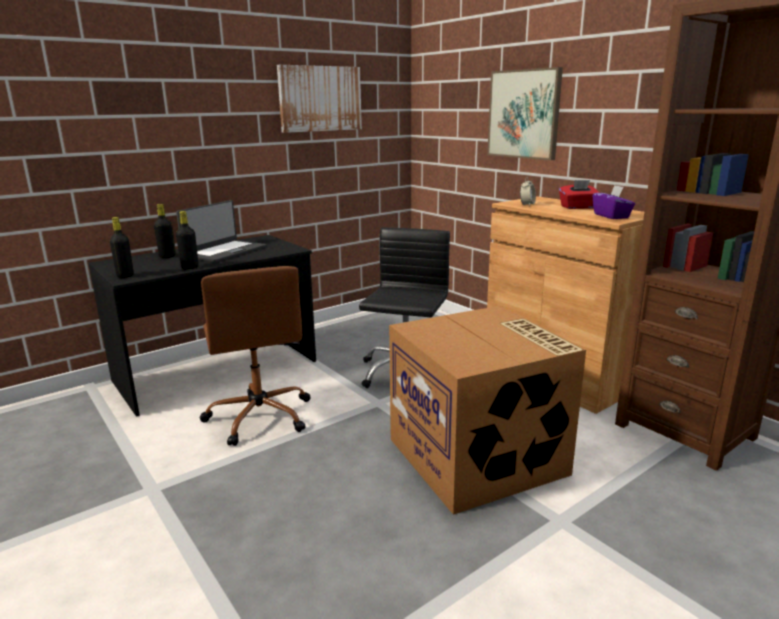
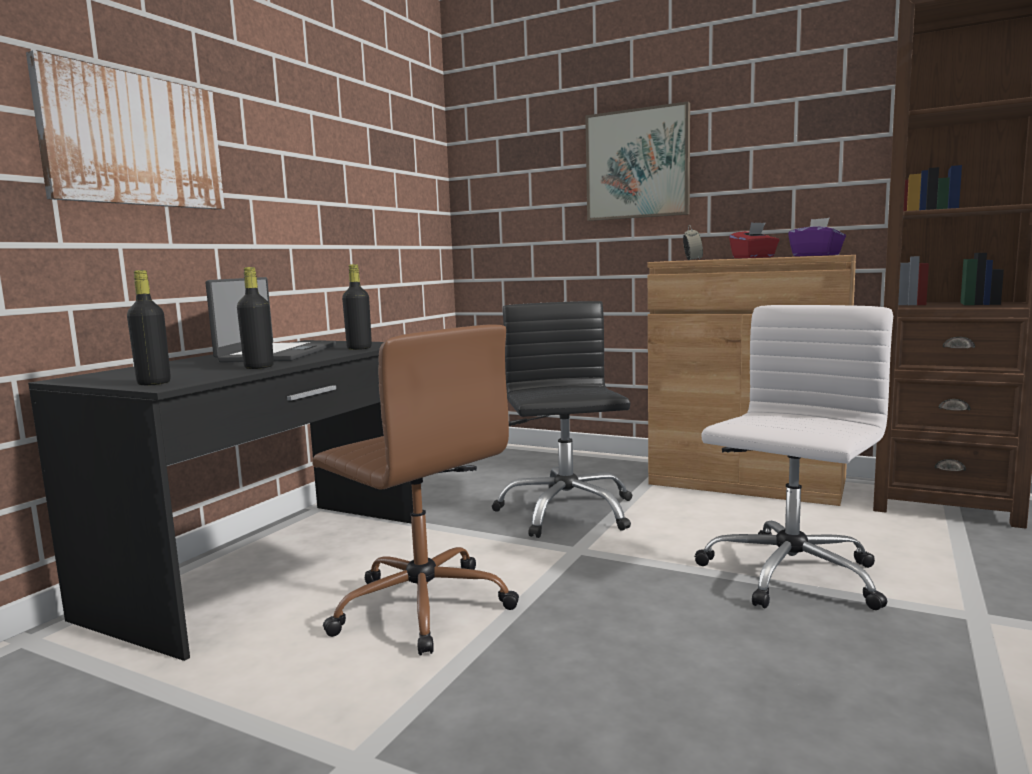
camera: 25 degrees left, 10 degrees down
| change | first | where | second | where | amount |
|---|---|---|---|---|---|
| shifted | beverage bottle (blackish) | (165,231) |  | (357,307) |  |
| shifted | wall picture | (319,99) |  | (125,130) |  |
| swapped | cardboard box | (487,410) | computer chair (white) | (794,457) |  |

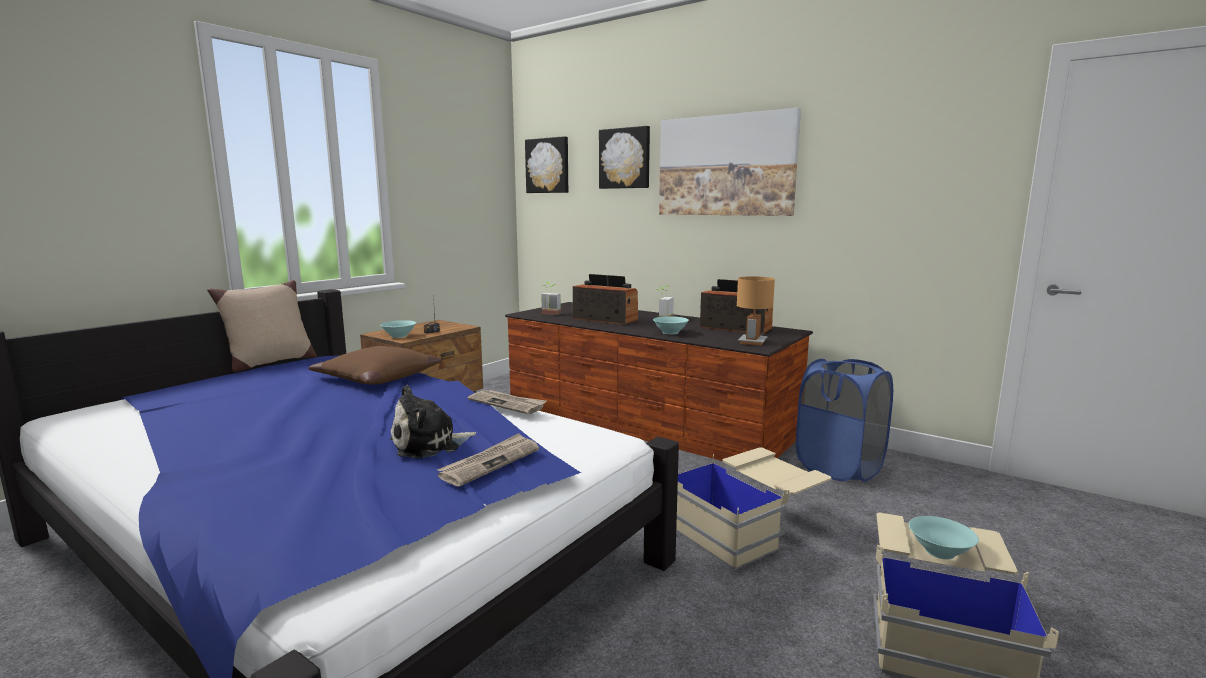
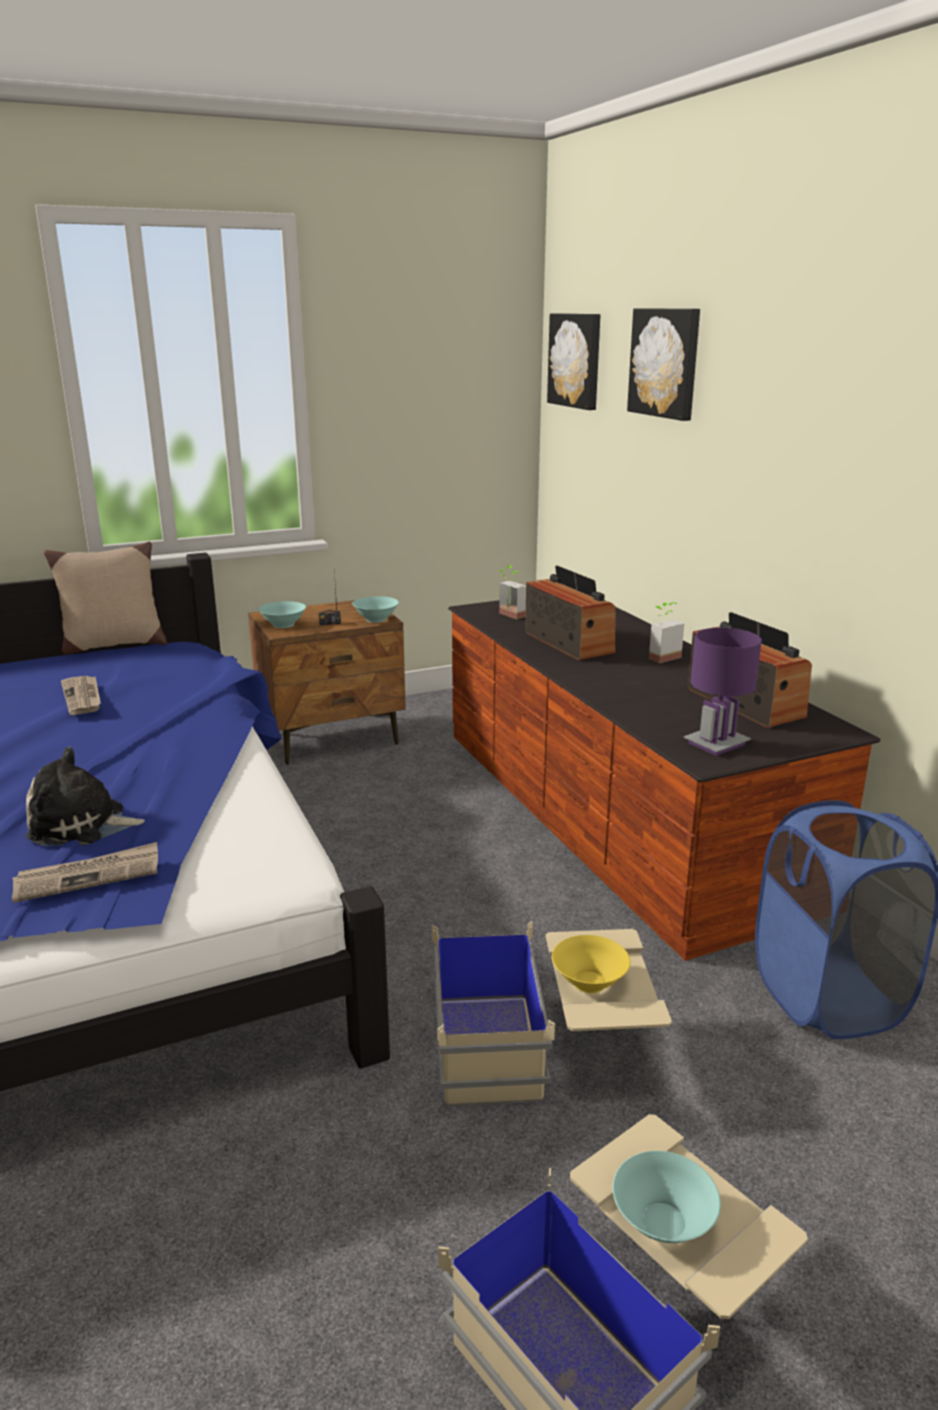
camera: 30 degrees right, 10 degrees up
| change | first | where | second | where | amount |
|---|---|---|---|---|---|
| gone | cushion (brown-coloured) | (375,365) |  |  |  |
| gone | wall picture | (730,162) |  |  |  |
| new |  |  | bowl (yellowish) | (591,964) |  |
| shifted | printed paper | (507,402) |  | (81,695) |  |
| shifted | bowl (turquoise-coloured) | (671,325) |  | (375,609) |  |
| repainted | table lamp (brown-coloured) | (756,311) | table lamp (purplish) | (723,692) |  |

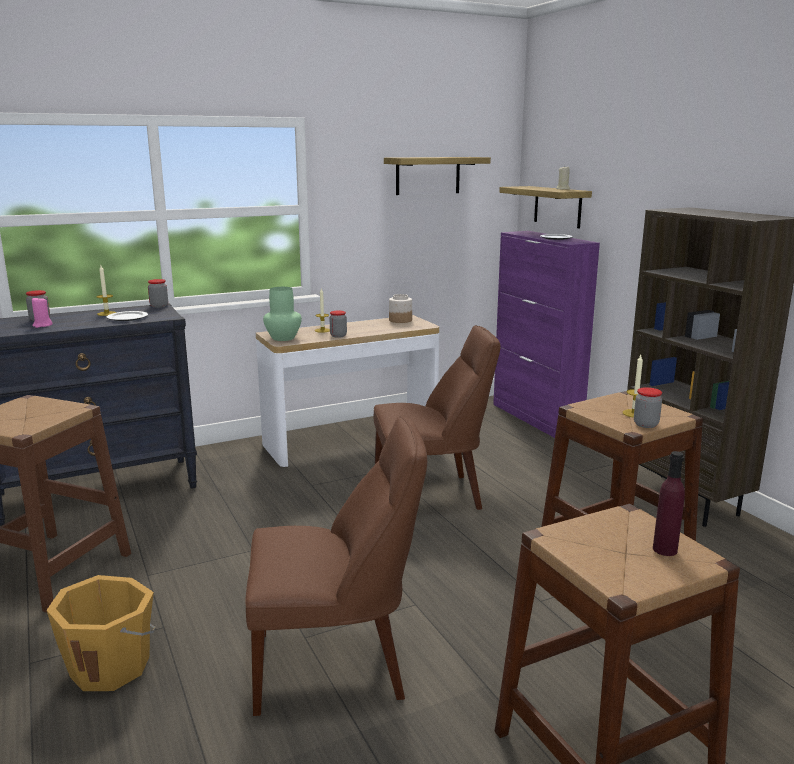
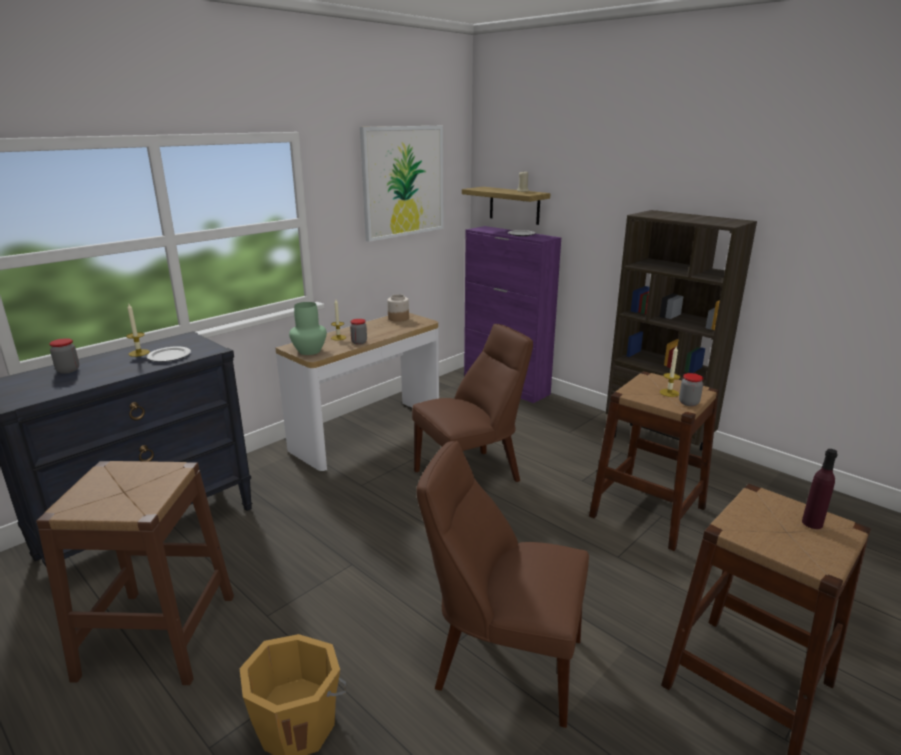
camera: 20 degrees left, 5 degrees up
| change | first | where | second | where | amount |
|---|---|---|---|---|---|
| gone | wax candle (pink) | (42,312) |  |  |  |
| gone | preserve jar | (158,293) |  |  |  |
| swapped | wall shelf | (437,176) | wall picture | (401,184) |  |
| rotated | plain chair (brown-coloured) | (336,566) |  | (502,584) | 135 degrees counterclockwise |

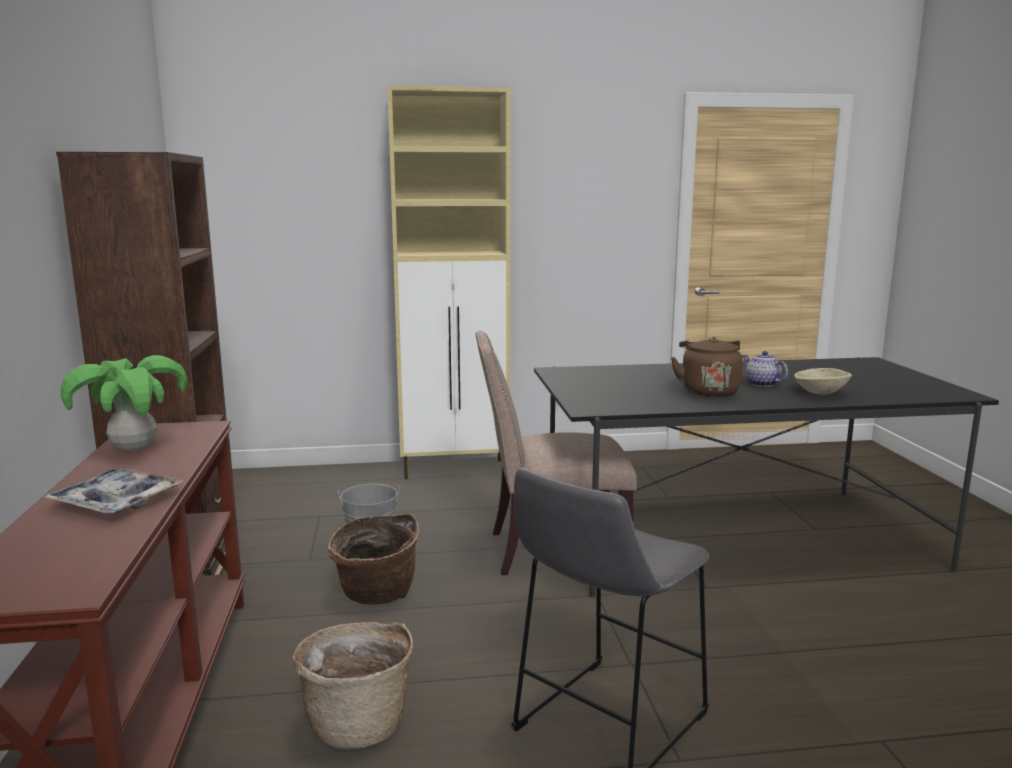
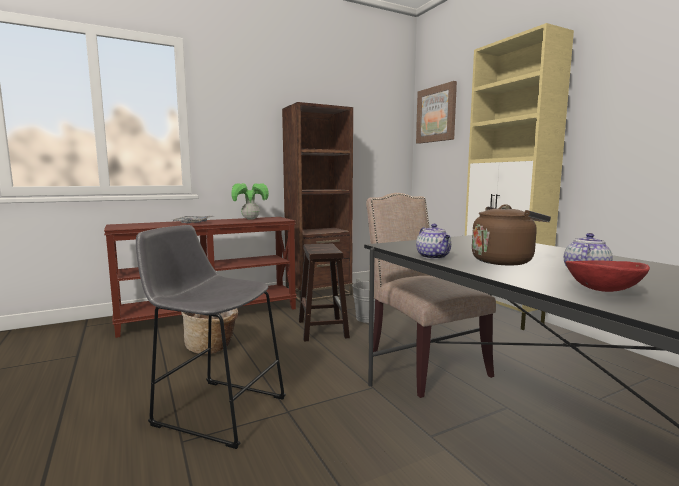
camera: 70 degrees right, 5 degrees down
| change | first | where | second | where | amount |
|---|---|---|---|---|---|
| new |  |  | wall picture | (436,112) |  |
| new |  |  | tea pot | (433,241) |  |
| swapped | basket | (373,558) | stool (brown-coloured) | (324,293) |  |
| repainted | bowl (beige-coloured) | (823,381) | bowl (red) | (607,276) |  |

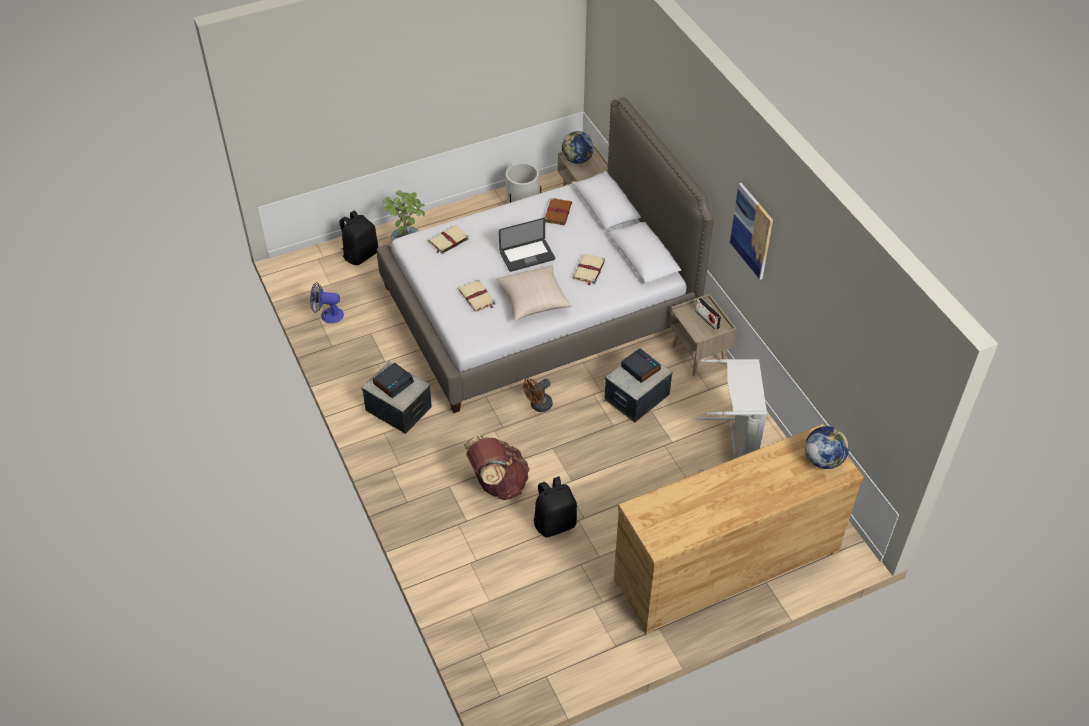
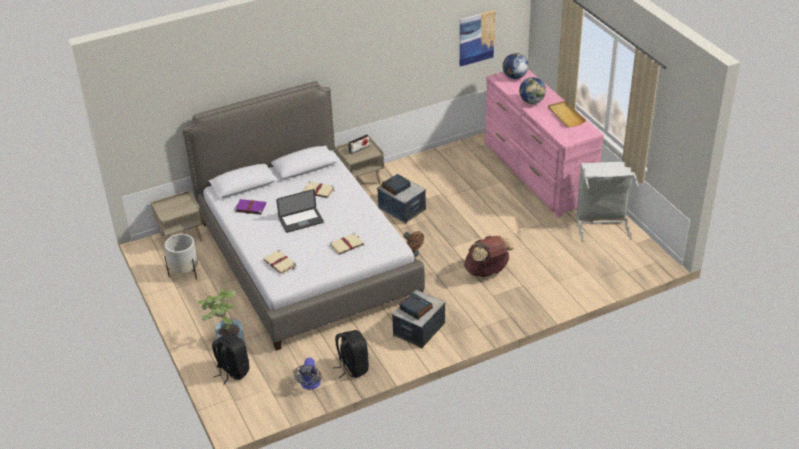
camera: 90 degrees left, 10 degrees down
| change | first | where | second | where | amount |
|---|---|---|---|---|---|
| gone | cushion (beige-coloured) | (534,293) |  |  |  |
| new |  |  | tray (beige-coloured) | (567,114) |  |
| shifted | rucksack (blackish) | (555,507) |  | (351,354) |  |
| shifted | globe | (578,147) |  | (532,90) |  |
| shifted | hamper (grey) | (730,415) |  | (607,201) |  |
| shifted | wall picture | (751,231) |  | (478,38) |  |
| repainted | bound book (brown-coloured) | (558,211) | bound book (purplish) | (250,207) |  |
| repainted | drawer chest (brown-coloured) | (739,529) | drawer chest (pink) | (544,143) |  |
| rotated | laptop | (527,245) |  | (300,211) | 90 degrees clockwise |

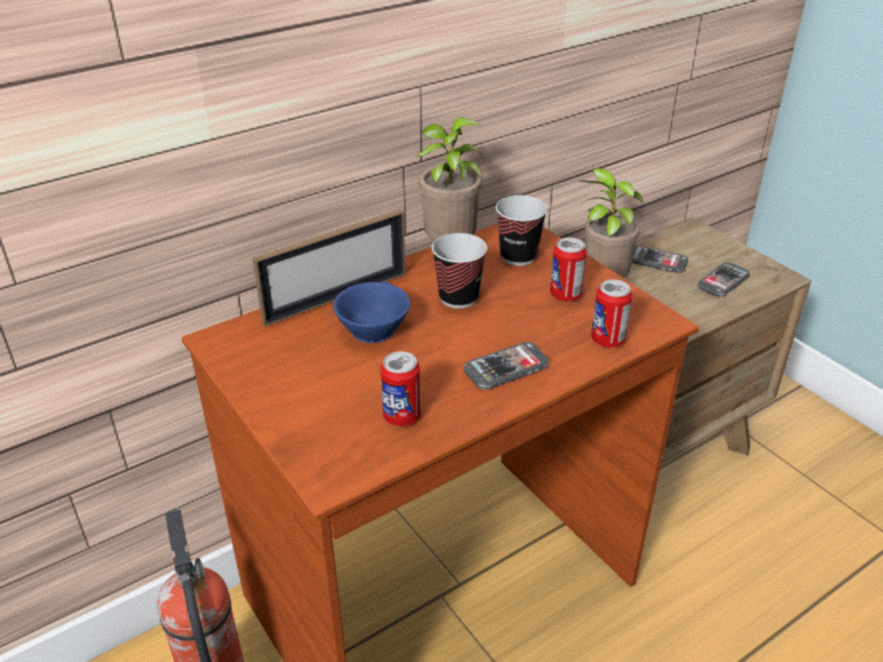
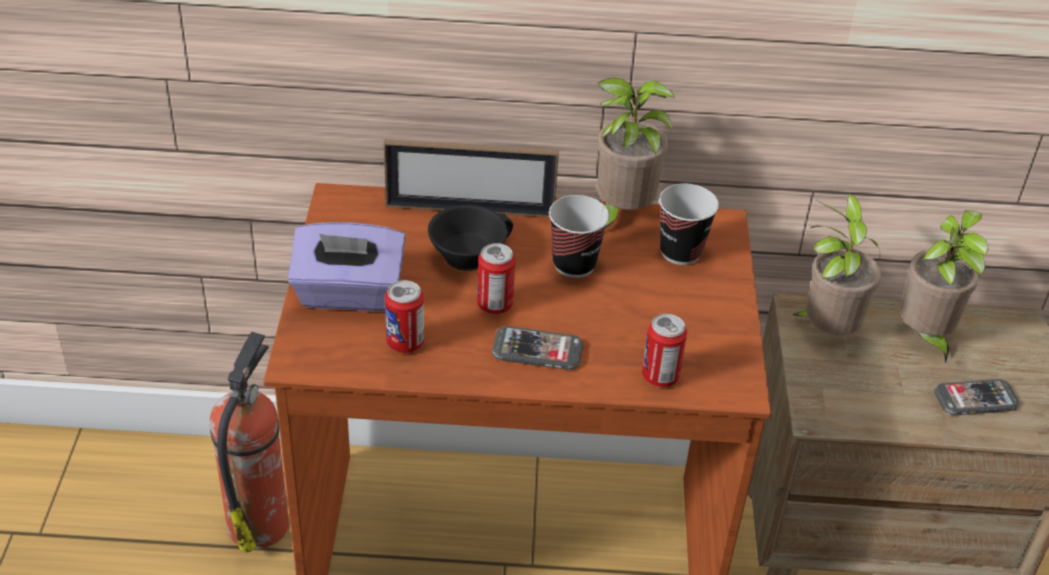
camera: 35 degrees right, 5 degrees up
| change | first | where | second | where | amount |
|---|---|---|---|---|---|
| new |  |  | tissue box (purplish) | (346,266) |  |
| shifted | sealed can | (568,269) |  | (496,278) |  |
| swapped | telephone | (660,259) | plant in a pot | (944,287) |  |
| repainted | drinking cup (blue) | (371,312) | drinking cup (blackish) | (470,238) |  |

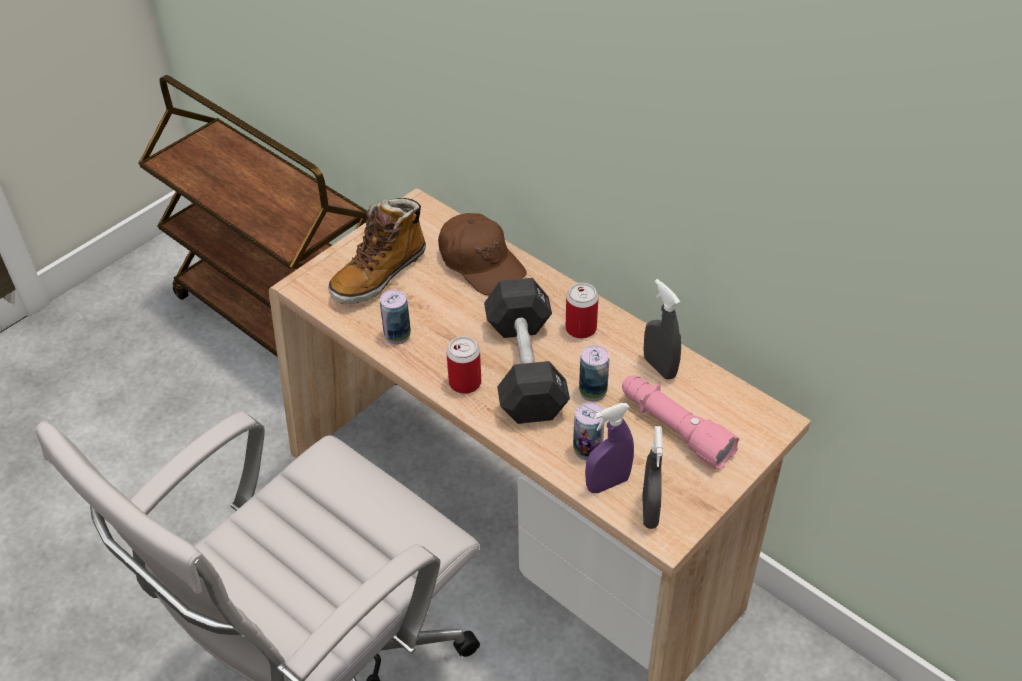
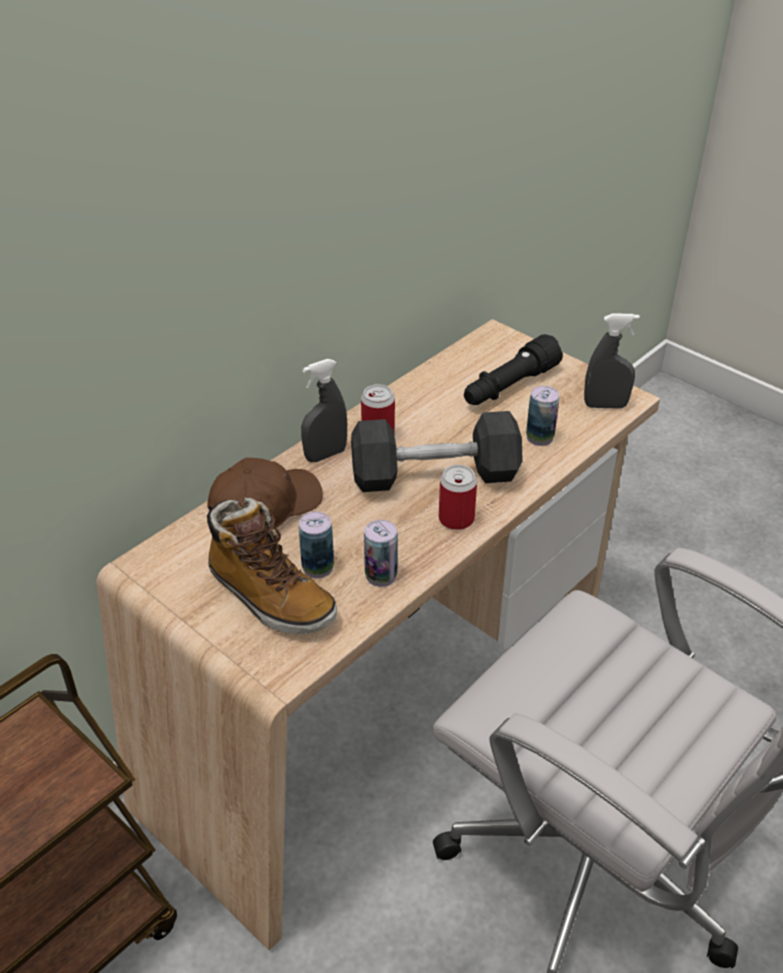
camera: 90 degrees left, 5 degrees down
| change | first | where | second | where | amount |
|---|---|---|---|---|---|
| gone | hand sprayer (purplish) | (609,448) |  |  |  |
| shifted | sealed can | (594,373) |  | (316,545) |  |
| shifted | hand sprayer (grey) | (662,329) |  | (324,410) |  |
| repainted | torch (pink) | (681,422) | torch (blackish) | (513,369) |  |

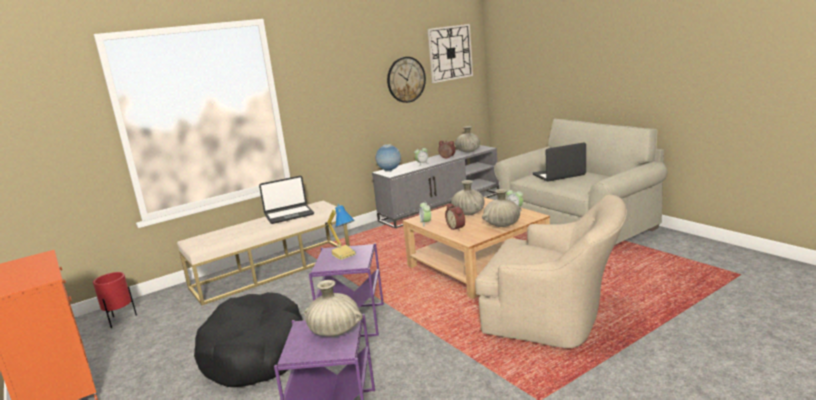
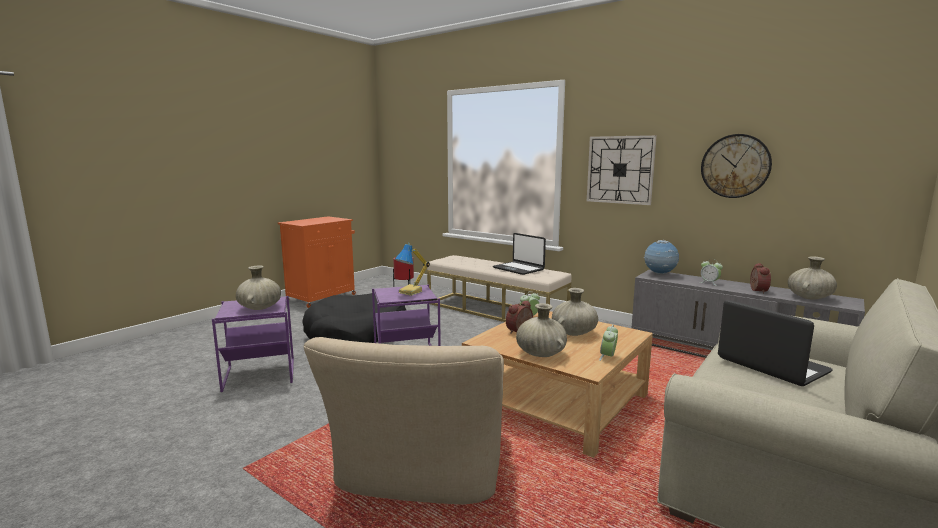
camera: 70 degrees right, 5 degrees down
| change | first | where | second | where | amount |
|---|---|---|---|---|---|
| shifted | hanging clock | (450,53) |  | (622,170) |  |

